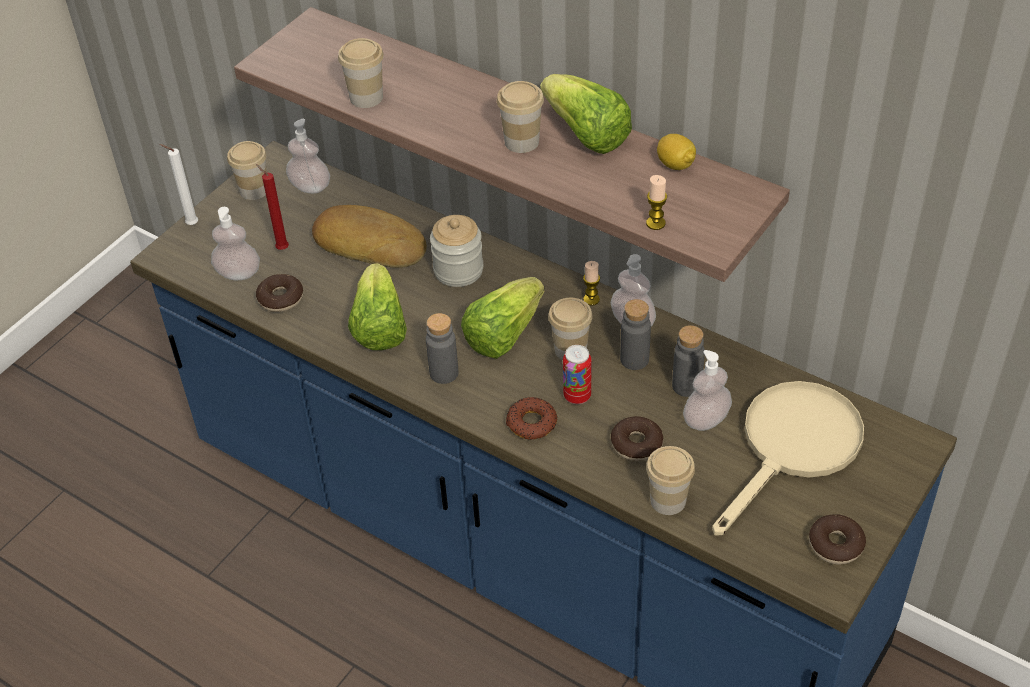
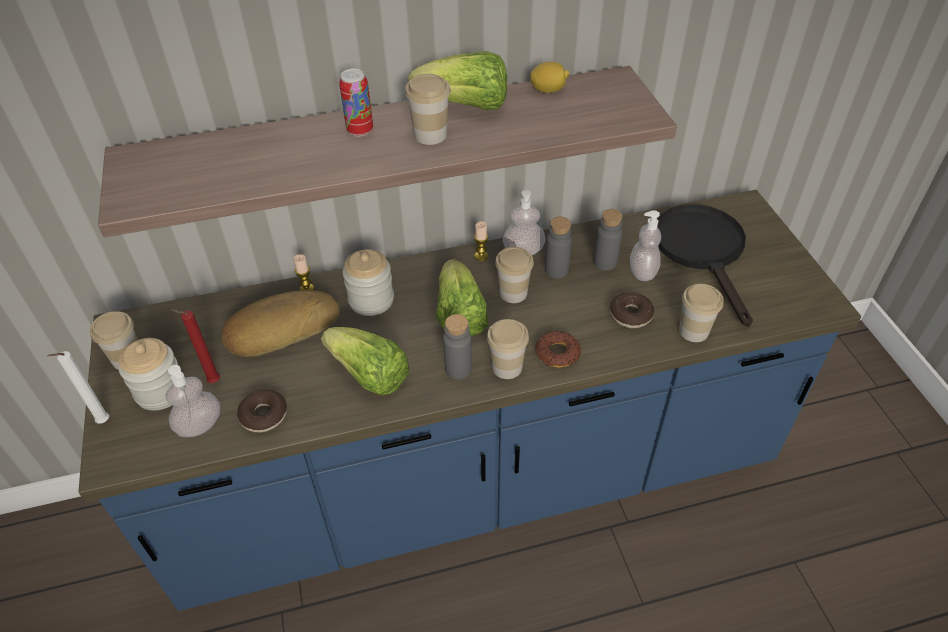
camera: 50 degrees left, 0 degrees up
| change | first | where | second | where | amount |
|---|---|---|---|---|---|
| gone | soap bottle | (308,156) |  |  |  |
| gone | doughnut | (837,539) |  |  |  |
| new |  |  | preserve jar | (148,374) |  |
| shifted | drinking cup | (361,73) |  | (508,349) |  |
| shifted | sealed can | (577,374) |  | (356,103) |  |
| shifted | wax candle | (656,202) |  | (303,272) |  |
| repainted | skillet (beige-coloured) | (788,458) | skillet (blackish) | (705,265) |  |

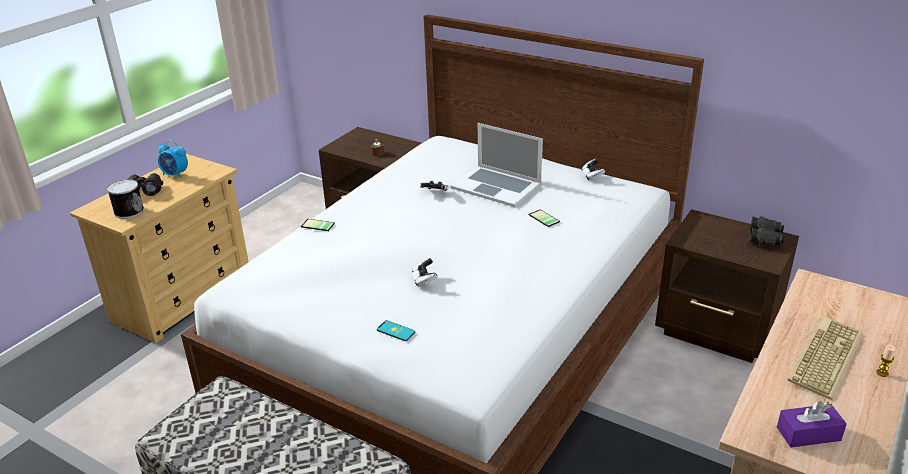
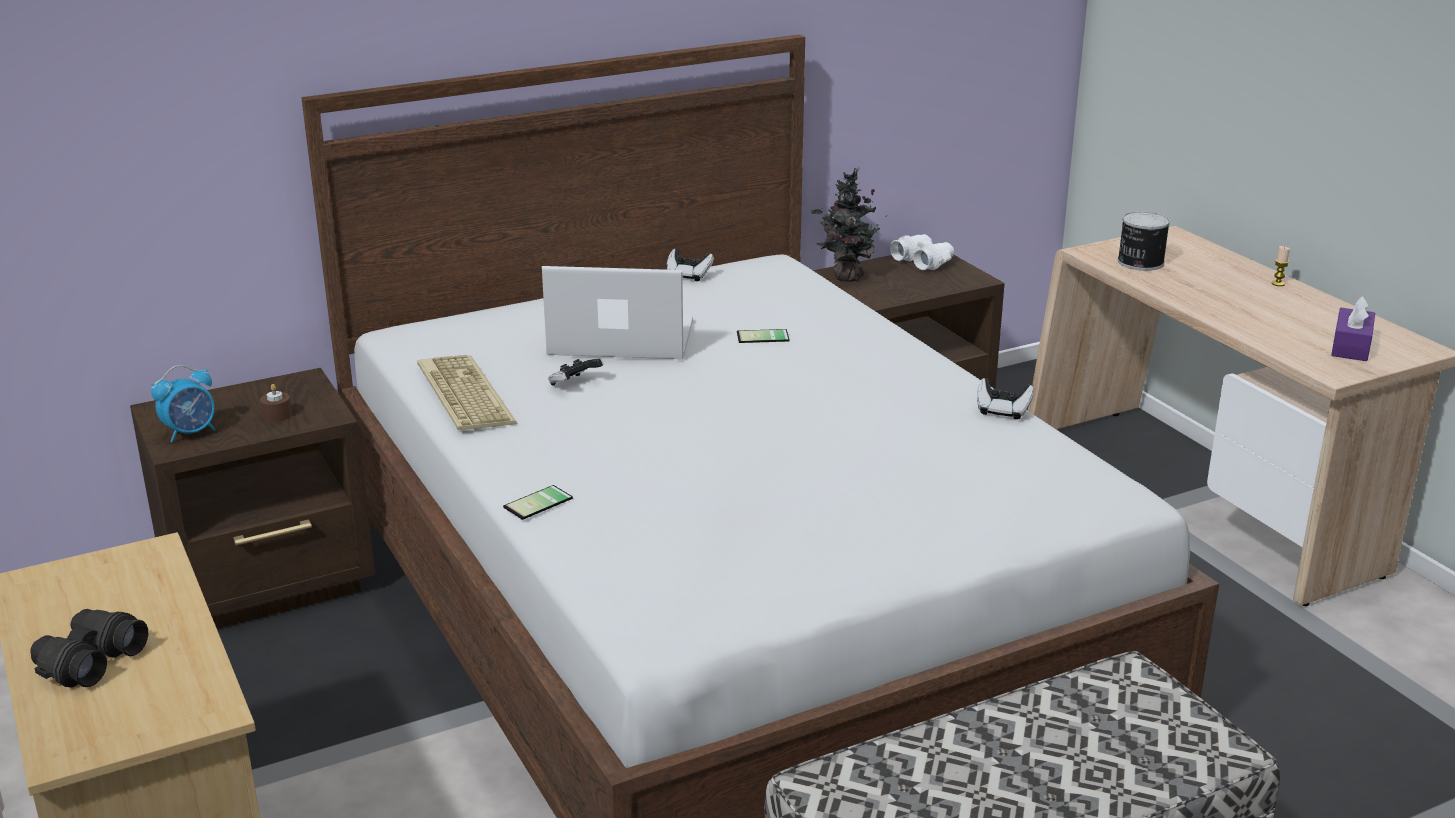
camera: 60 degrees left, 5 degrees down
| change | first | where | second | where | amount |
|---|---|---|---|---|---|
| gone | telephone | (396,330) |  |  |  |
| new |  |  | plant in a pot | (849,224) |  |
| shifted | sealed can | (125,199) |  | (1144,241) |  |
| shifted | alarm clock | (173,159) |  | (183,404) |  |
| shifted | game controller | (424,272) |  | (1005,399) |  |
| shifted | keyboard | (825,358) |  | (467,392) |  |
| repainted | pair of binoculars (blackish) | (767,231) | pair of binoculars (white) | (922,252) |  |
| rotated | laptop | (496,165) |  | (617,312) | 150 degrees counterclockwise |

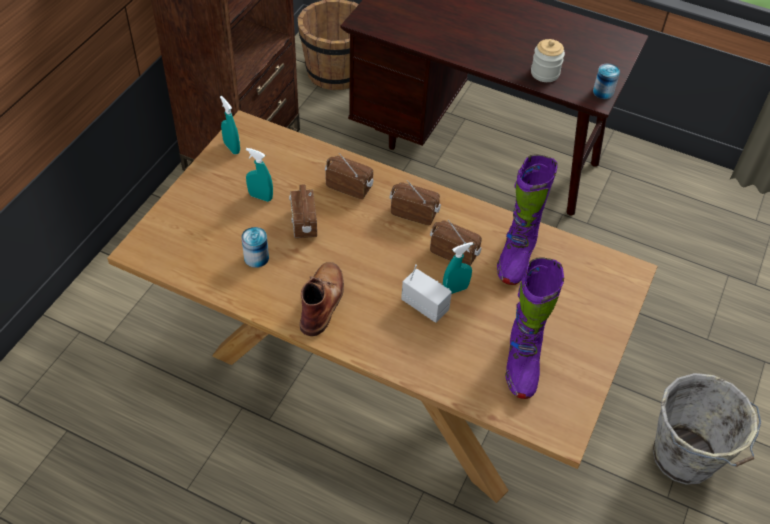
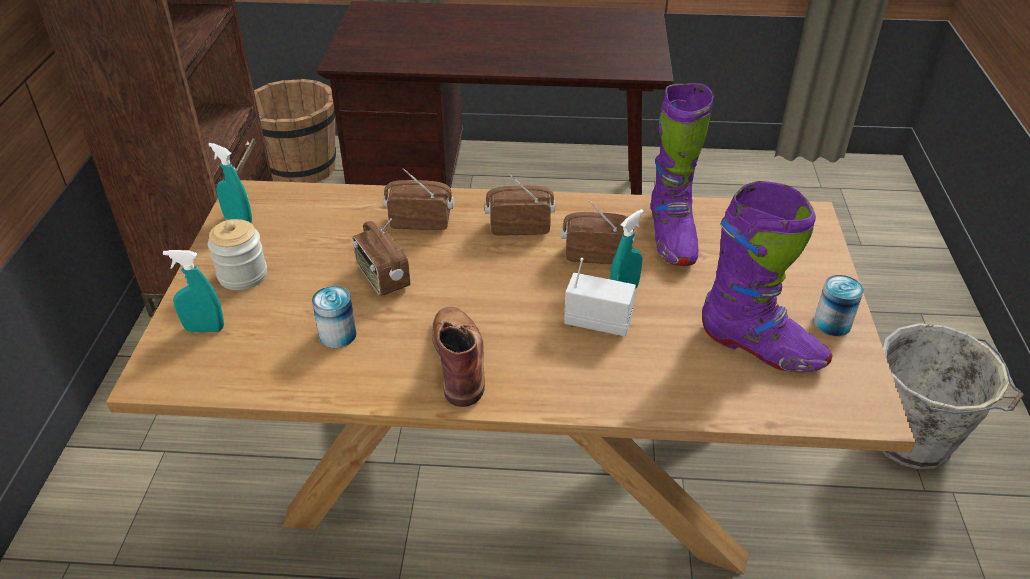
camera: 20 degrees left, 10 degrees down
| change | first | where | second | where | amount |
|---|---|---|---|---|---|
| shifted | hand sprayer (turquoise-coloured) | (259,175) |  | (193,291) |  |
| shifted | preserve jar | (548,60) |  | (237,254) |  |
| shifted | sealed can | (606,81) |  | (839,305) |  |
| rotated | high-top boot (purplish) | (534,328) |  | (767,276) | 45 degrees counterclockwise |

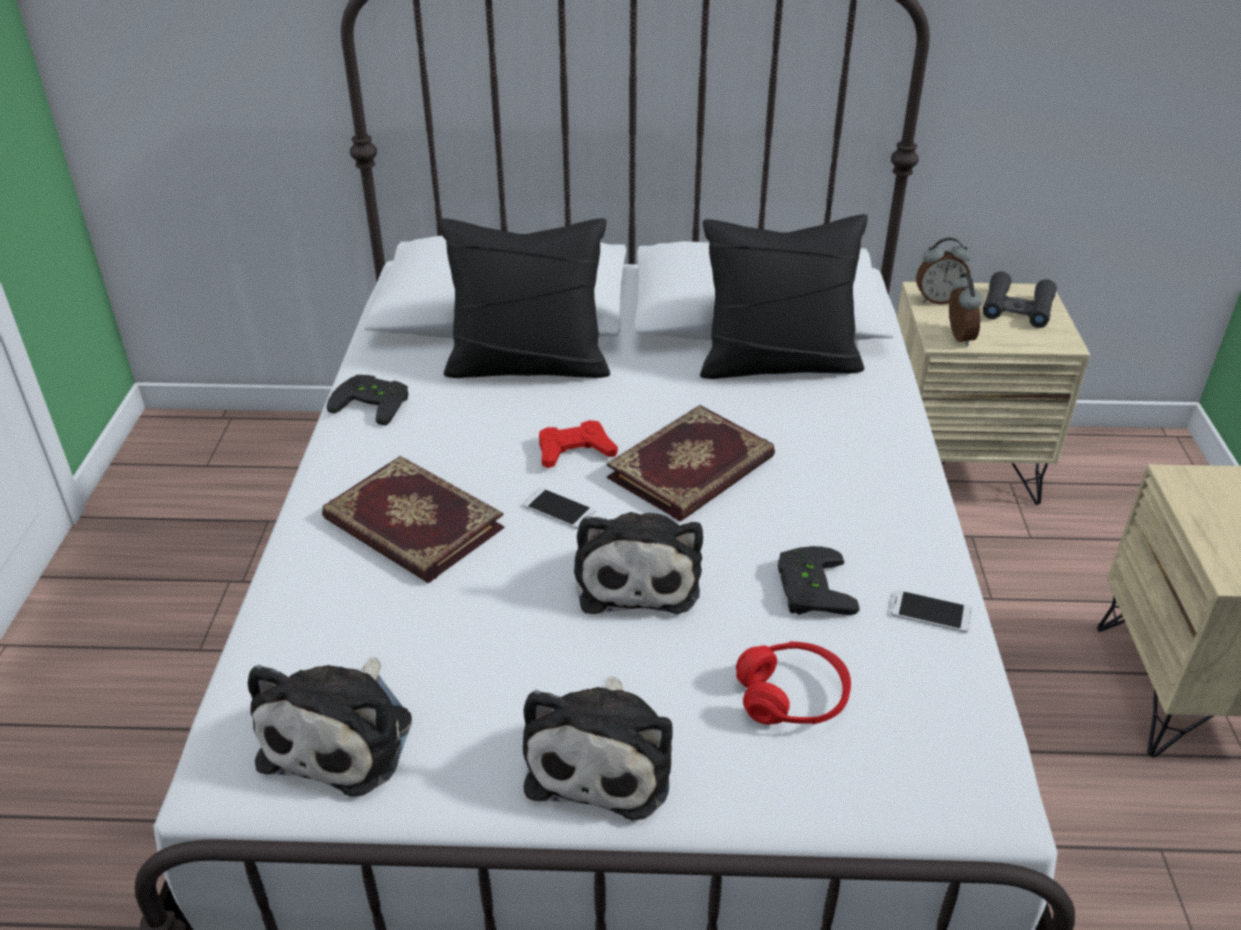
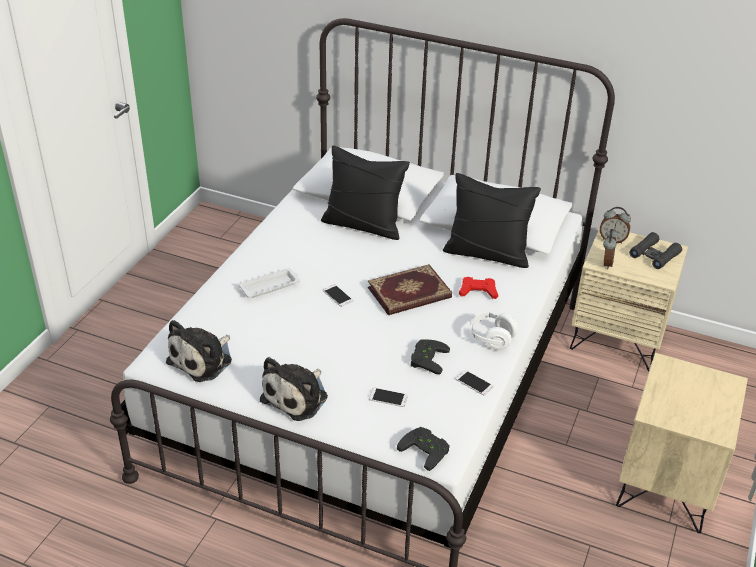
camera: 20 degrees right, 0 degrees up
| change | first | where | second | where | amount |
|---|---|---|---|---|---|
| gone | soft toy | (638,563) |  |  |  |
| new |  |  | headset (white) | (494,331) |  |
| shifted | game controller (blackish) | (367,400) |  | (423,449) |  |
| shifted | game controller (red) | (578,444) |  | (478,288) |  |
| swapped | bound book | (413,519) | tray (white) | (269,283) |  |
| swapped | headset (red) | (793,683) | telephone | (388,397) |  |

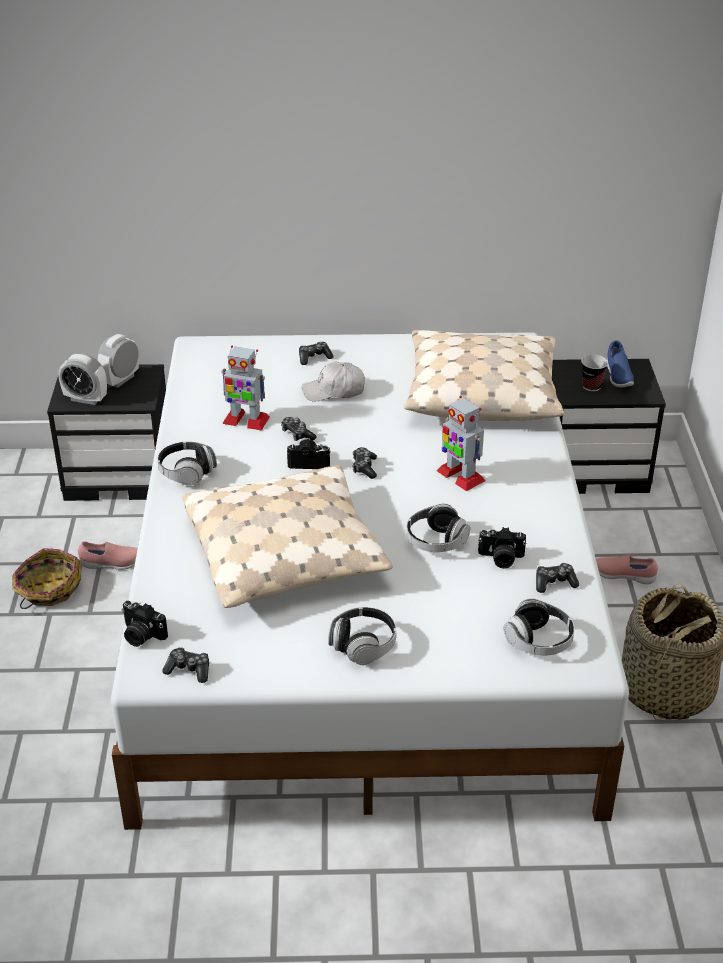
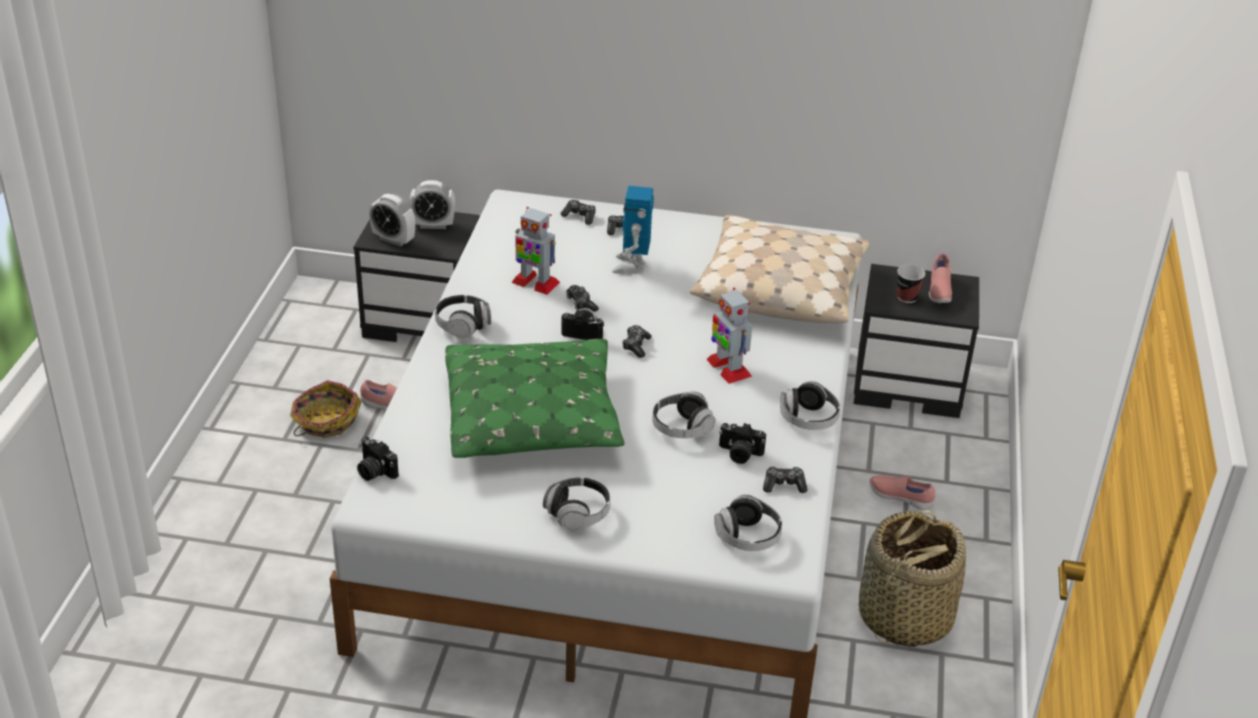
camera: 10 degrees right, 0 degrees up
| change | first | where | second | where | amount |
|---|---|---|---|---|---|
| new |  |  | headset | (810,405) |  |
| shifted | game controller | (185,665) |  | (578,212) |  |
| swapped | baseball cap (white) | (333,381) | toy robot | (633,230) |  |
| repainted | cushion (beige-coloured) | (287,536) | cushion (green-coloured) | (535,398) |  |
| repainted | item of footwear (blue) | (620,363) | item of footwear (pink) | (940,278) |  |
| rotated | alarm clock | (118,361) |  | (432,204) | 135 degrees counterclockwise |

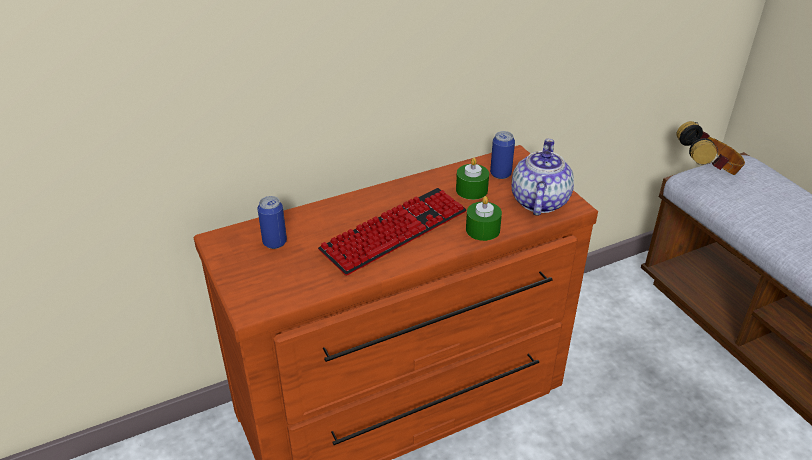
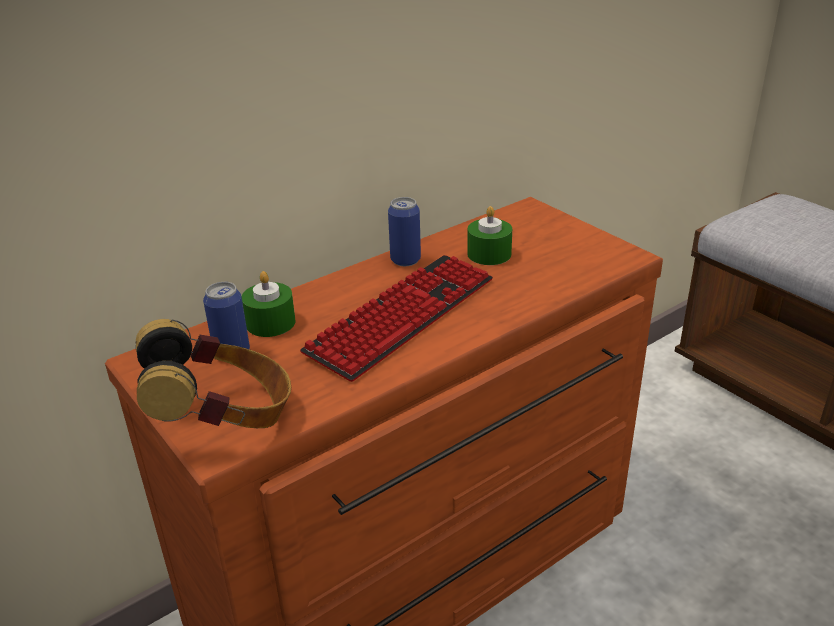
camera: 10 degrees left, 5 degrees down
| change | first | where | second | where | amount |
|---|---|---|---|---|---|
| gone | tea pot | (543,177) |  |  |  |
| shifted | wax candle (green-coloured) | (484,218) |  | (269,304) |  |
| shifted | sealed can | (502,155) |  | (404,231) |  |
| shifted | headset | (710,148) |  | (213,373) |  |

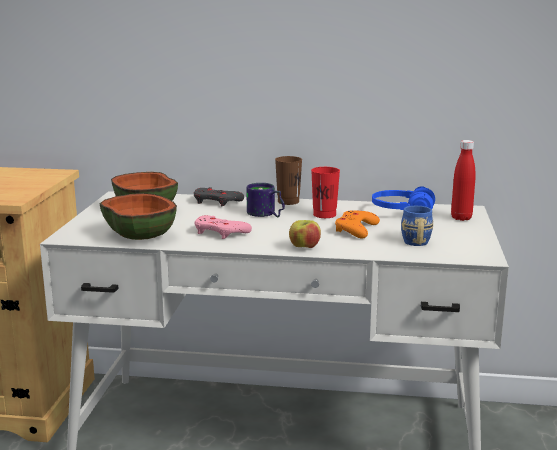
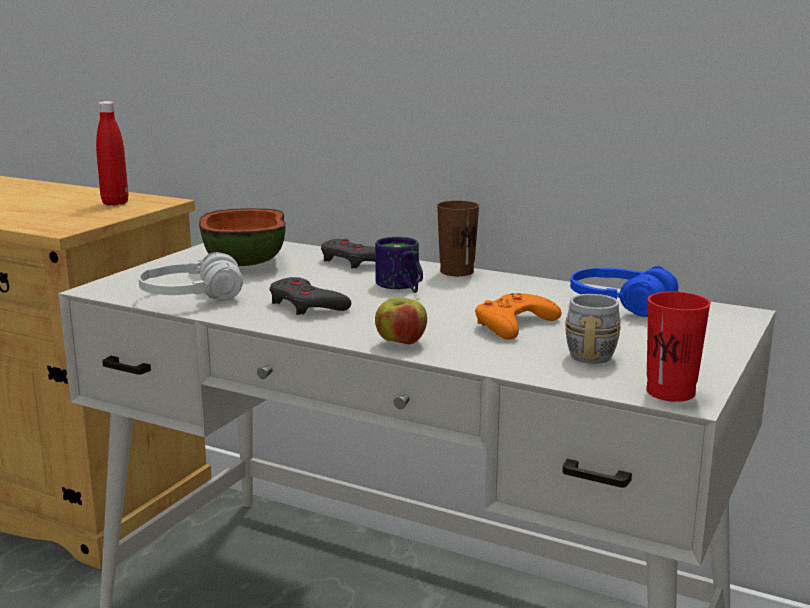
camera: 20 degrees right, 0 degrees up
| change | first | where | second | where | amount |
|---|---|---|---|---|---|
| shifted | drinking cup (red) | (325,192) |  | (678,346) |  |
| shifted | beverage bottle (red) | (463,180) |  | (112,153) |  |
| swapped | bowl | (138,216) | headset (white) | (190,276) |  |
| repainted | game controller (pink) | (223,227) | game controller (grey) | (310,296) |  |
| repainted | coffee mug (blue) | (417,226) | coffee mug (grey) | (593,329) |  |

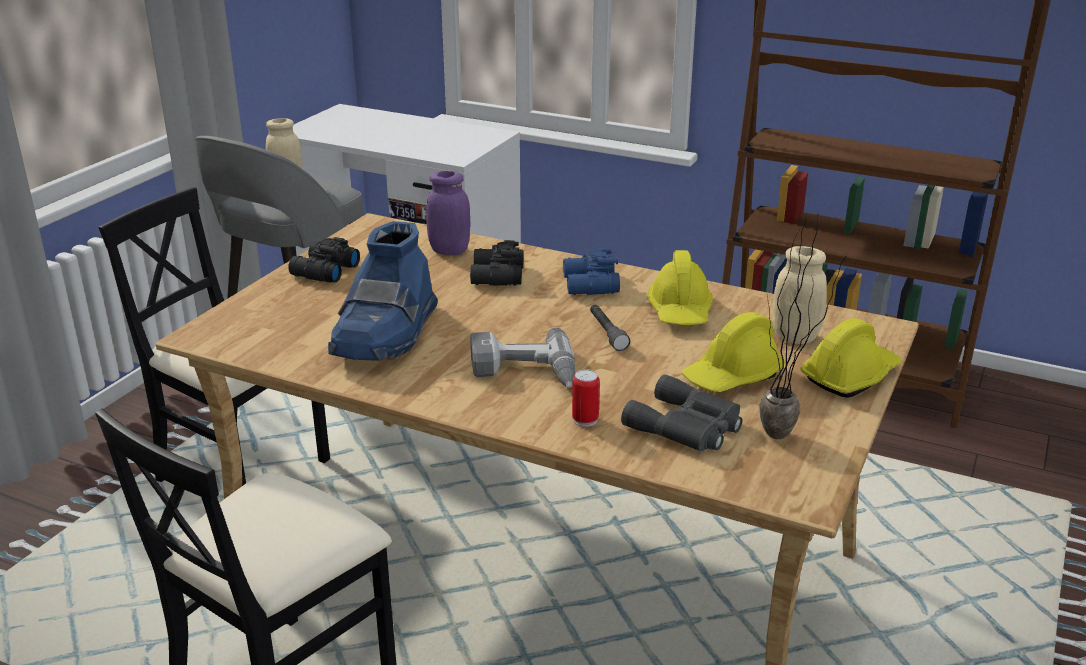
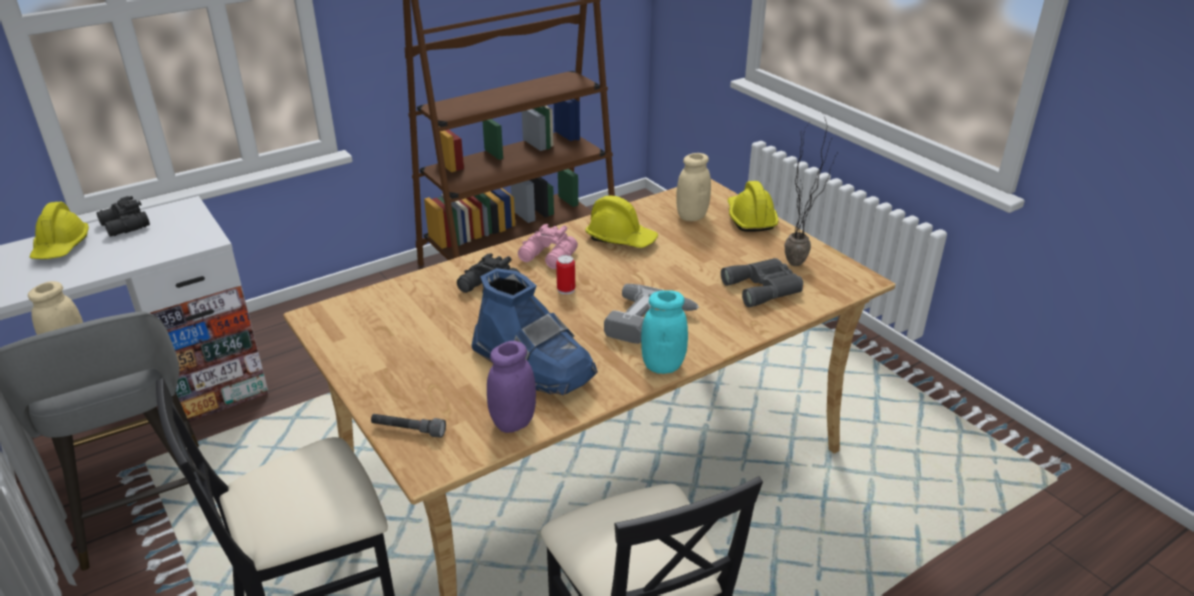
camera: 60 degrees left, 5 degrees up
| change | first | where | second | where | amount |
|---|---|---|---|---|---|
| new |  |  | preserve jar (turquoise-coloured) | (664,332) |  |
| shifted | pair of binoculars (blackish) | (324,260) |  | (123,216) |  |
| shifted | preserve jar (purplish) | (448,213) |  | (511,387) |  |
| shifted | sealed can | (586,398) |  | (565,275) |  |
| shifted | torch (grey) | (610,328) |  | (408,426) |  |
| shifted | work helmet (yellowish) | (733,352) |  | (59,230) |  |
| repainted | pair of binoculars (blue) | (591,271) | pair of binoculars (pink) | (548,246) |  |

